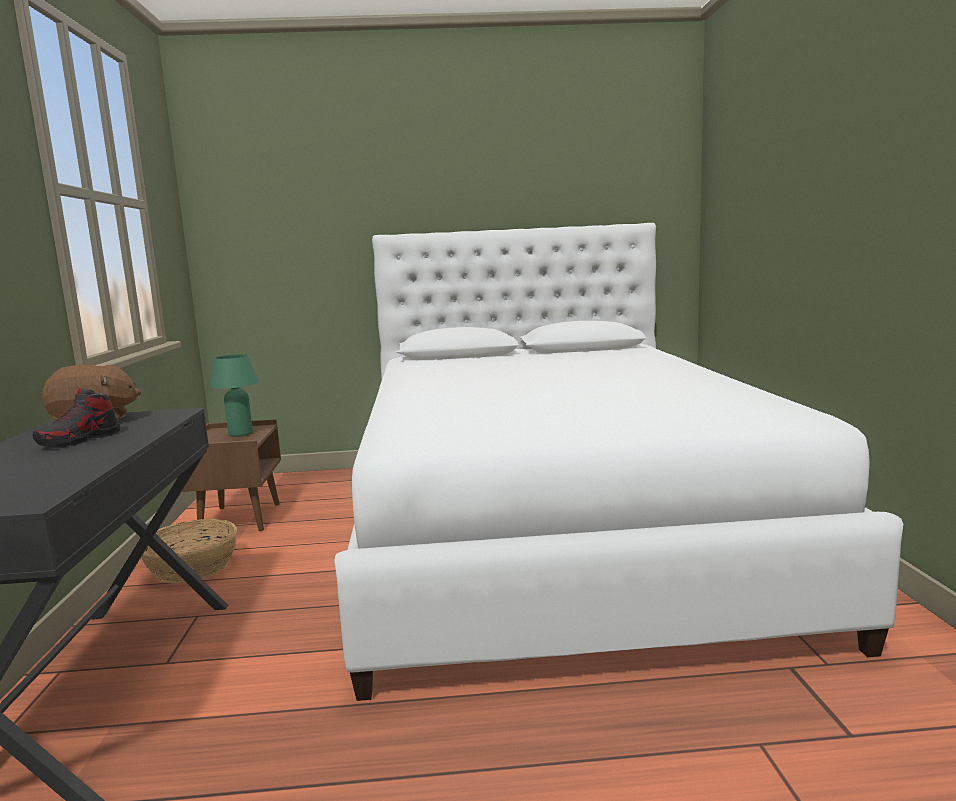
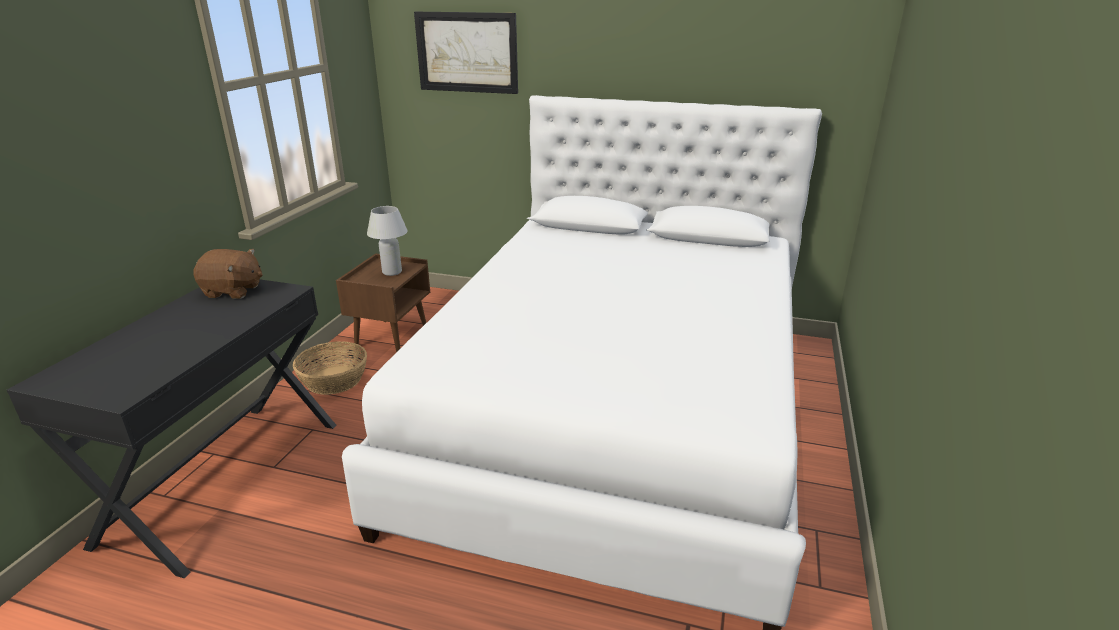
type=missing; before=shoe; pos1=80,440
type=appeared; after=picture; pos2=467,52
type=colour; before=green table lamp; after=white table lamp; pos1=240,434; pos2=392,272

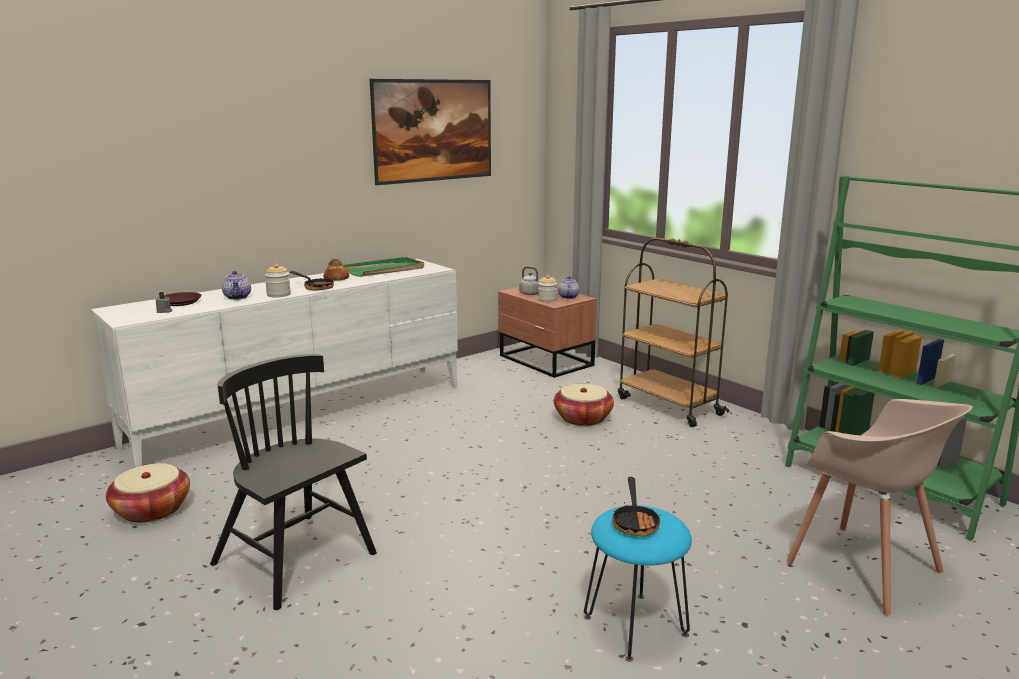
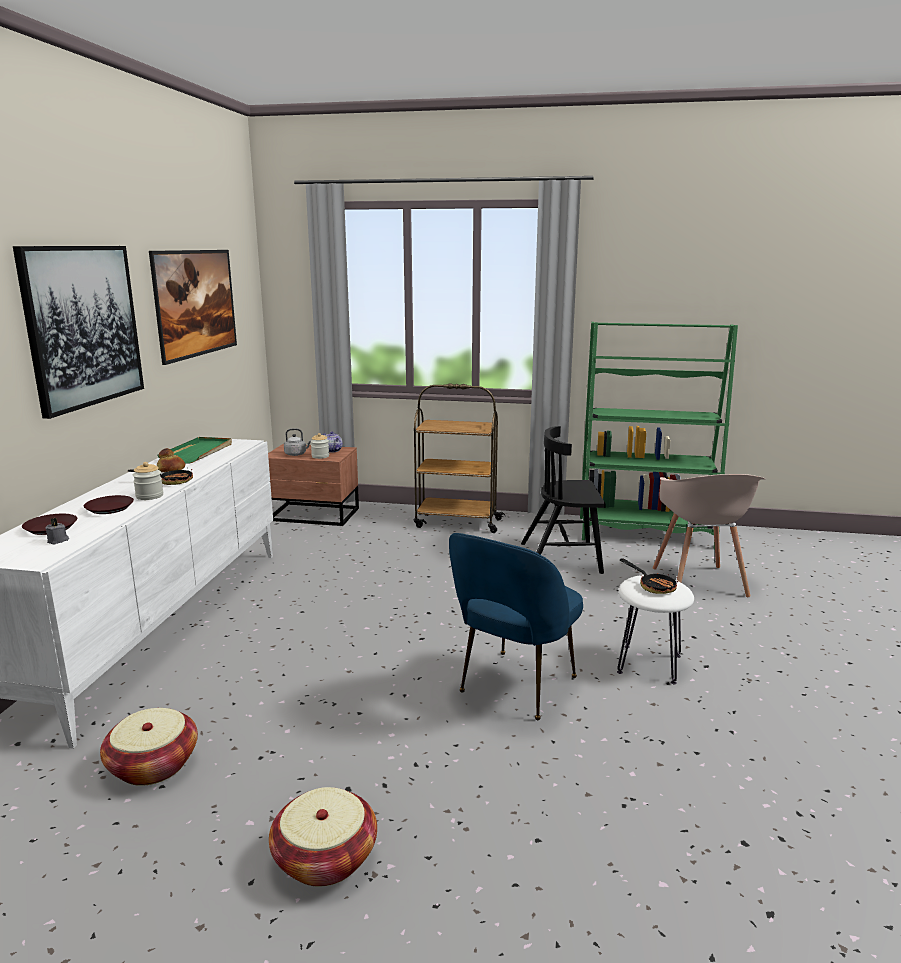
type=appeared; after=picture; pos2=83,326
type=appeared; after=blue chair; pos2=513,689
type=relocated; before=black chair; pos1=300,561; pos2=566,557
type=relocated; before=basket; pos1=583,418; pos2=325,858
type=exchanged; before=teapot; after=brown plate; pos1=238,297; pos2=109,508
type=colour; before=turquoise stool; after=white stool; pos1=635,626; pos2=649,664
type=spun; before=beige chair; pos1=865,569; pos2=698,583; turn=75

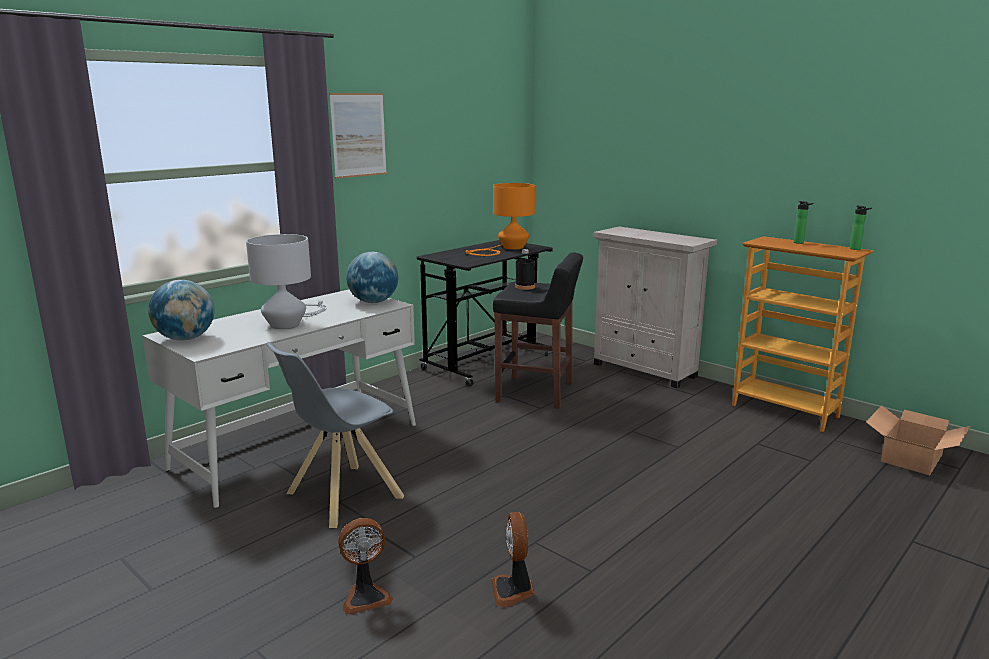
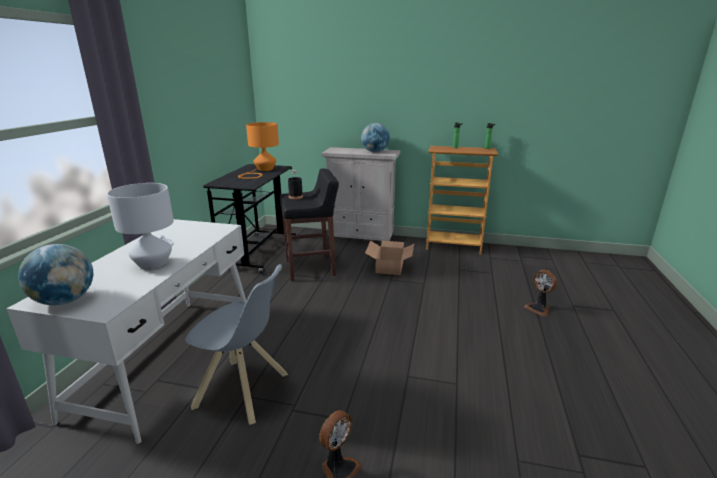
type=missing; before=picture; pos1=358,135
type=relocated; before=globe; pos1=373,302; pos2=375,152
type=relocated; before=fan; pos1=513,590; pos2=539,308
type=relocated; before=cardboard box; pos1=912,458; pos2=390,267
type=spun; before=grey chair; pos1=341,496; pos2=244,391; turn=-90

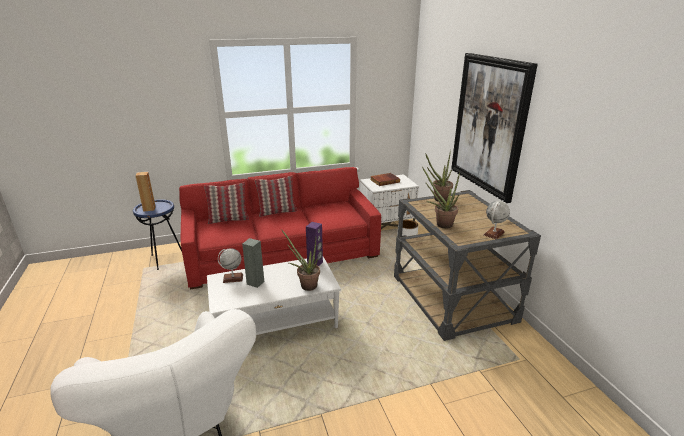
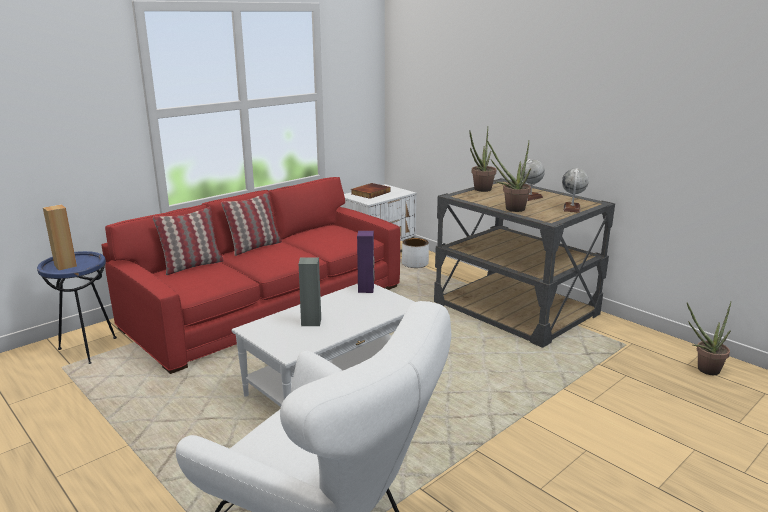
type=missing; before=picture; pos1=489,125
type=relocated; before=globe; pos1=233,278; pos2=529,197
type=relocated; before=potted plant; pos1=305,285; pos2=703,370

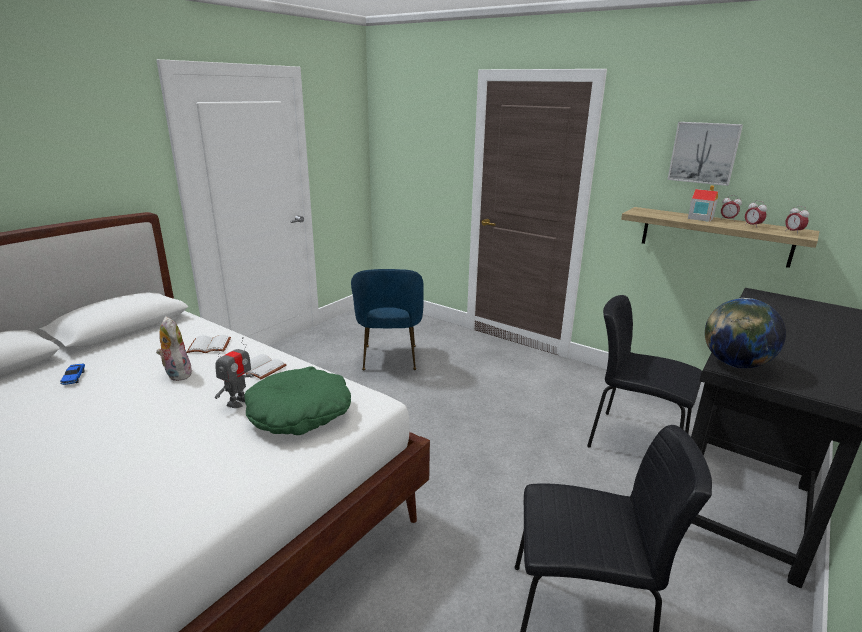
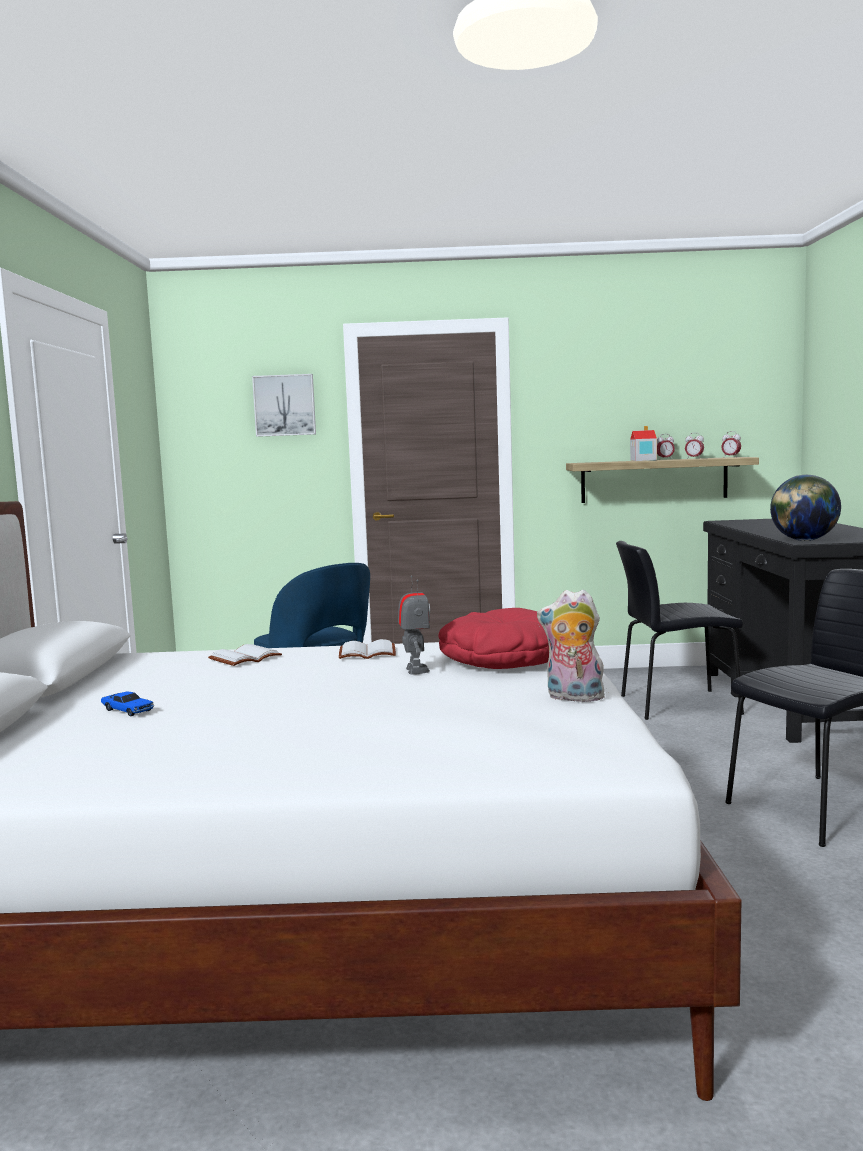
type=relocated; before=plush toy; pos1=176,374; pos2=573,698
type=relocated; before=picture; pos1=704,153; pos2=285,405
type=colour; before=green pillow; after=red pillow; pos1=298,413; pos2=501,659

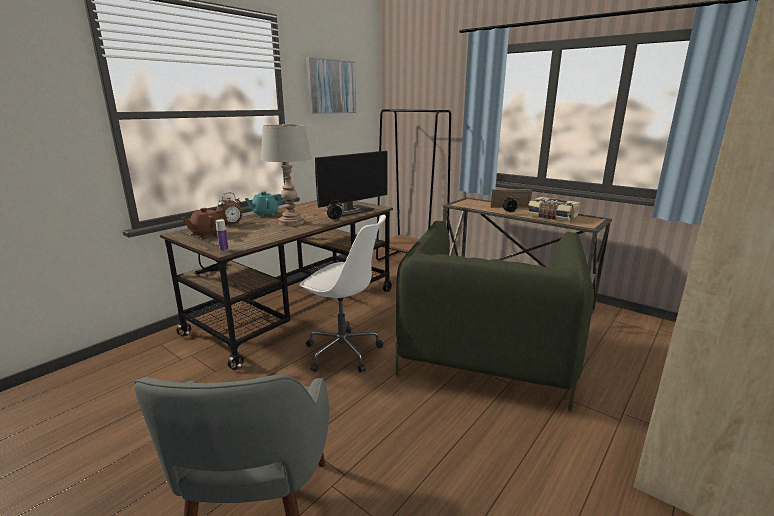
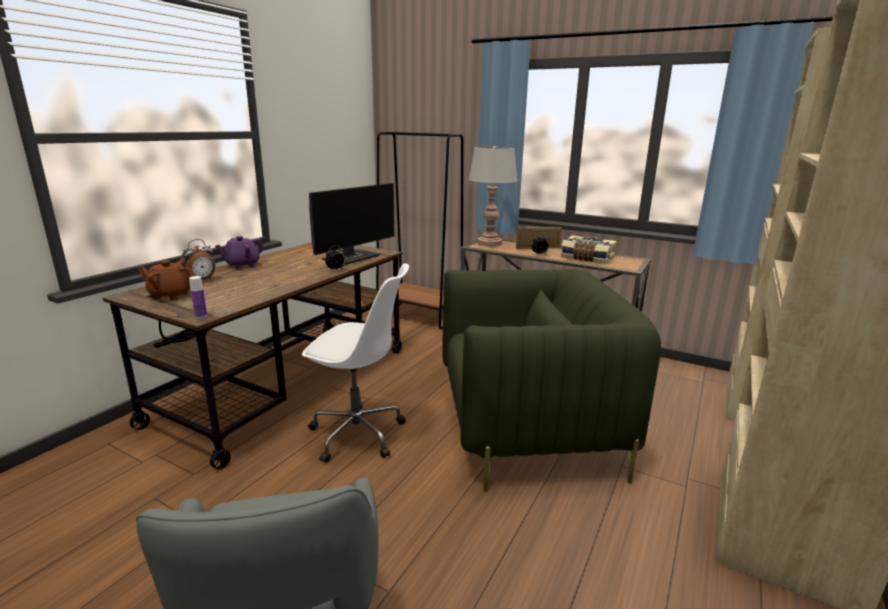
type=missing; before=picture; pos1=331,87
type=relocated; before=grey table lamp; pos1=291,223; pos2=489,243
type=colour; before=turquoise teapot; after=purple teapot; pos1=265,214; pos2=242,265
type=spun; before=brown teapot; pos1=207,234; pos2=171,295; turn=60
type=spun; before=green armchair; pos1=485,357; pos2=528,426; turn=-105

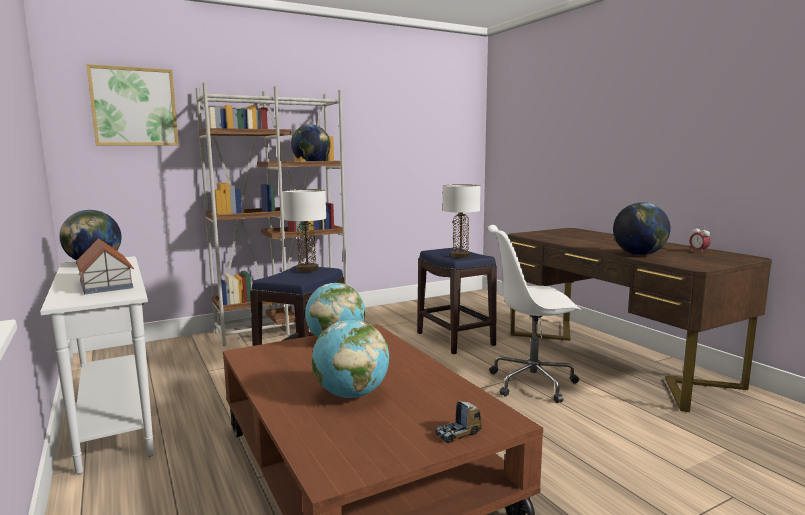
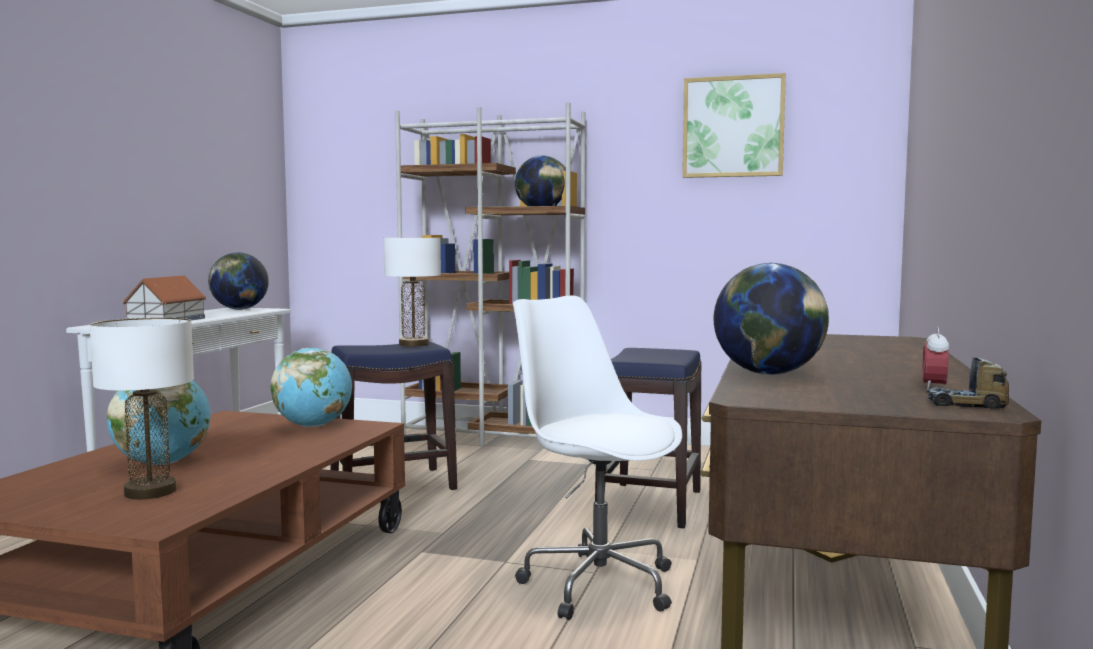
type=relocated; before=picture; pos1=134,107; pos2=733,127
type=relocated; before=toy truck; pos1=458,434; pos2=966,405
type=relocated; before=table lamp; pos1=460,256; pos2=150,491

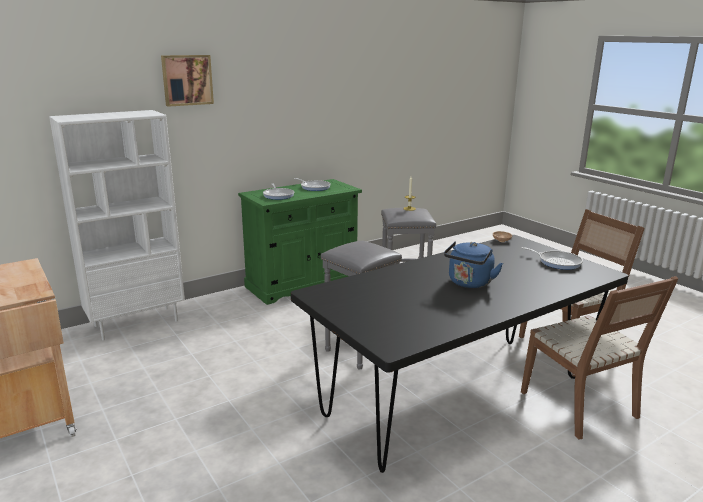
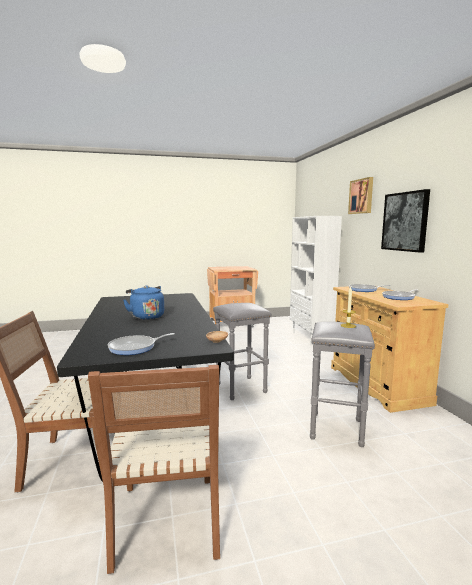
type=appeared; after=picture; pos2=405,221
type=colour; before=green cabinet; after=beige cabinet; pos1=302,283; pos2=377,384

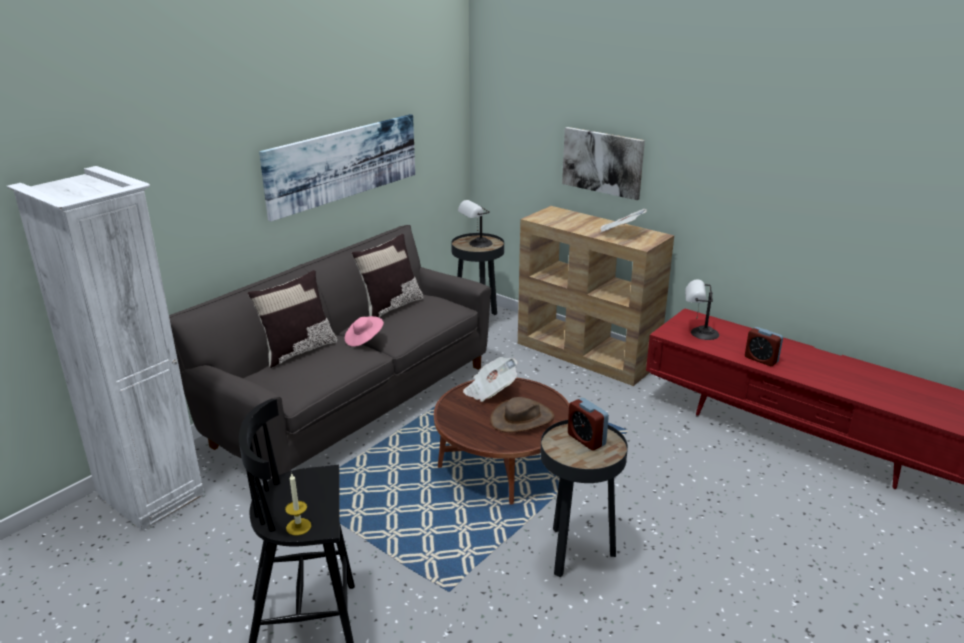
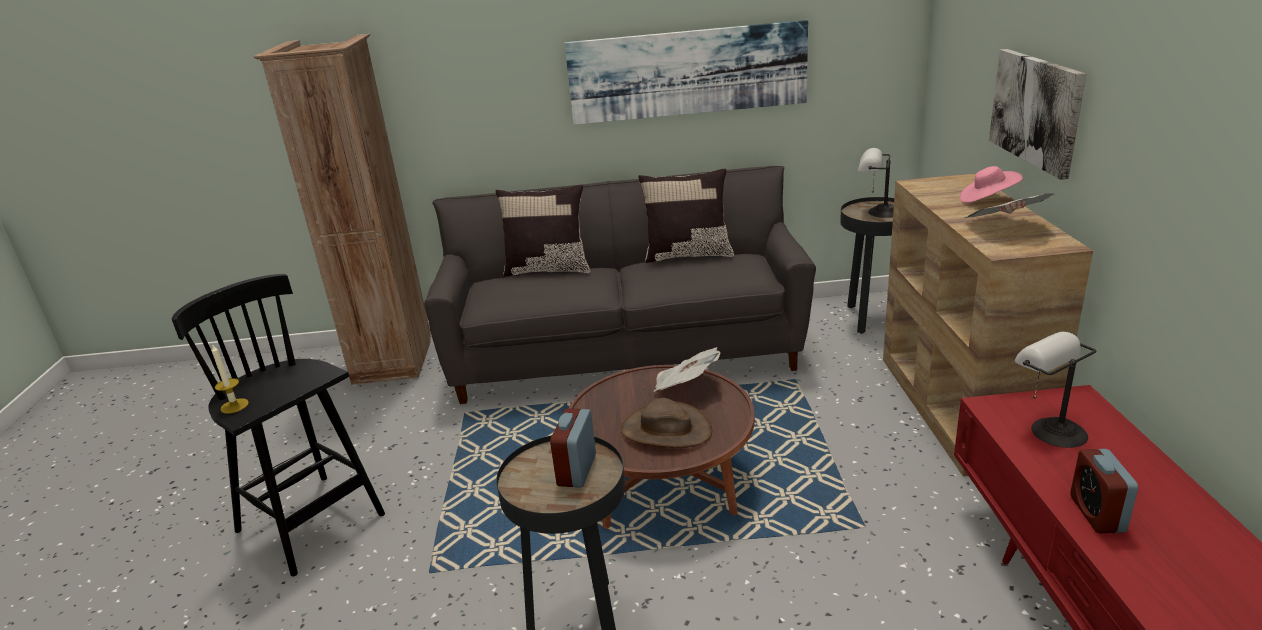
type=relocated; before=pink hat; pos1=364,339; pos2=987,200
type=colour; before=white cabinet; after=brown cabinet; pos1=152,495; pos2=394,361

